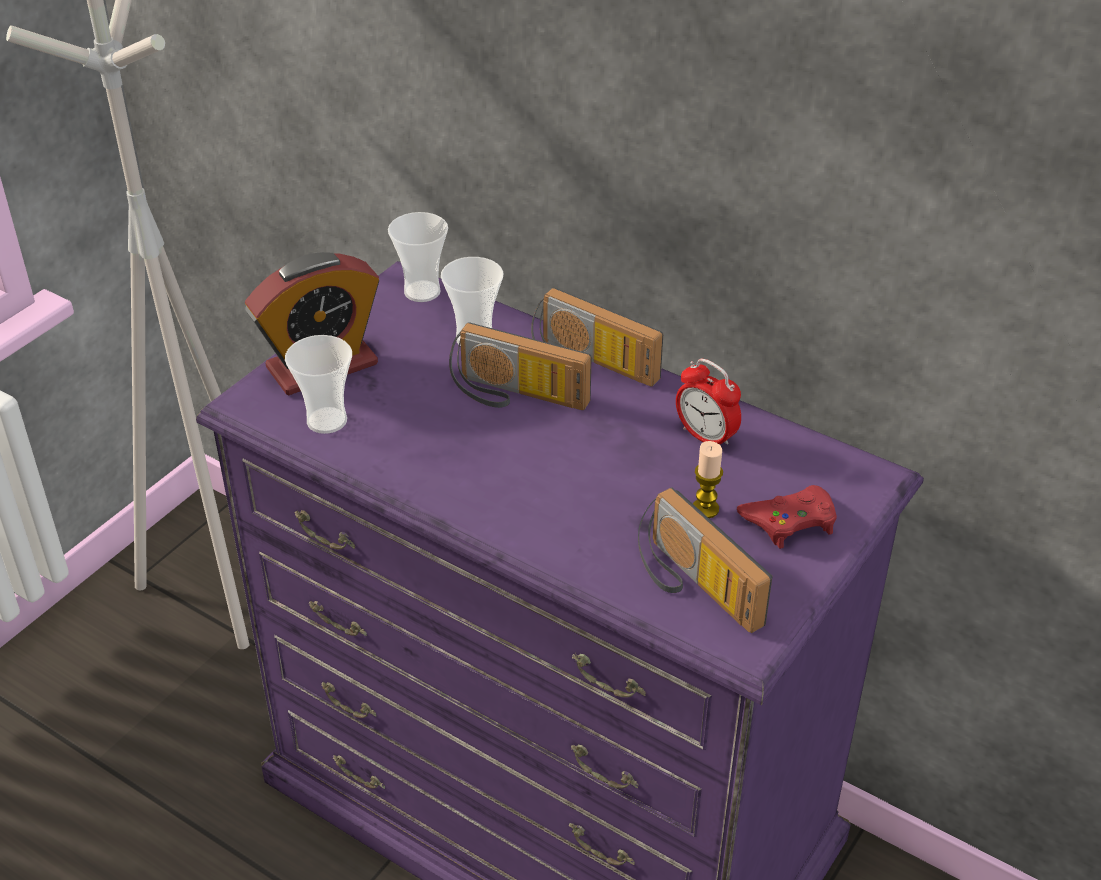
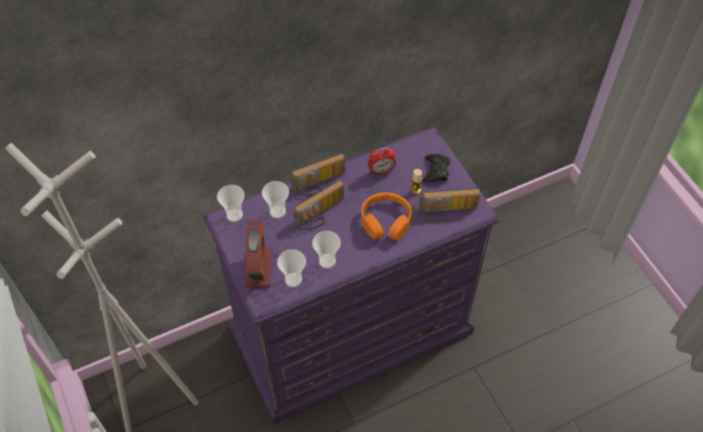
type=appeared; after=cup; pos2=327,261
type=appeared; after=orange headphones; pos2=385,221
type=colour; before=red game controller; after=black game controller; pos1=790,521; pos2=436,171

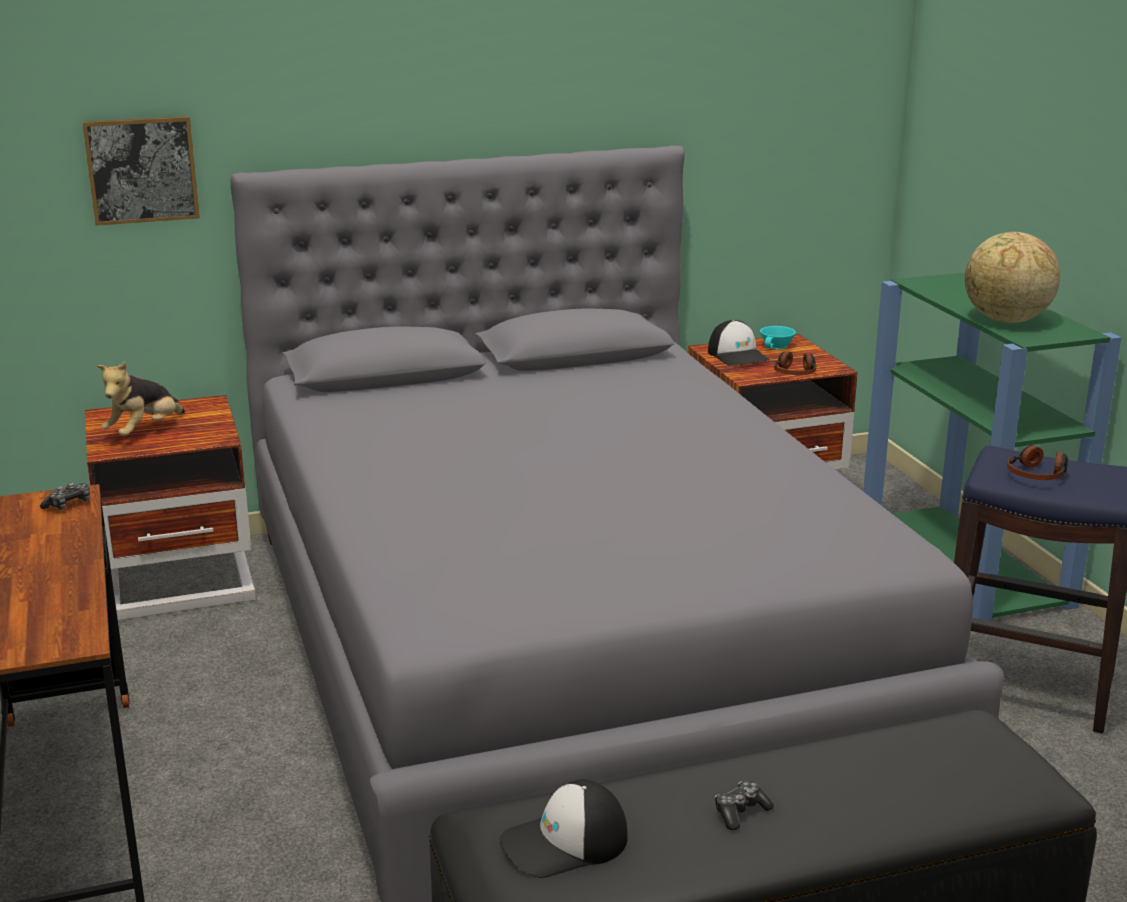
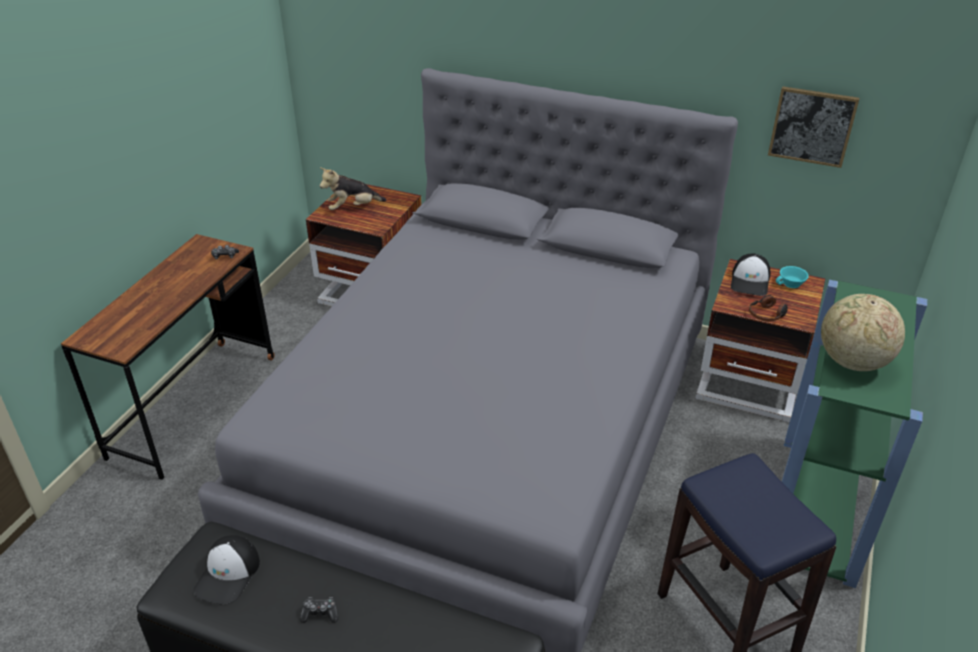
type=missing; before=headphones; pos1=1037,474
type=relocated; before=picture; pos1=142,170; pos2=812,126
type=spun; before=cap; pos1=564,843; pos2=228,575; turn=-90

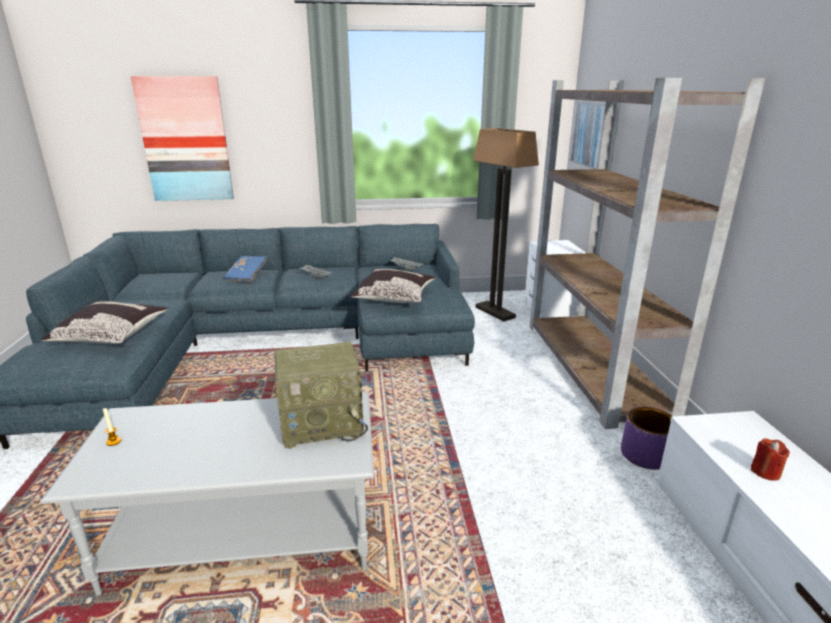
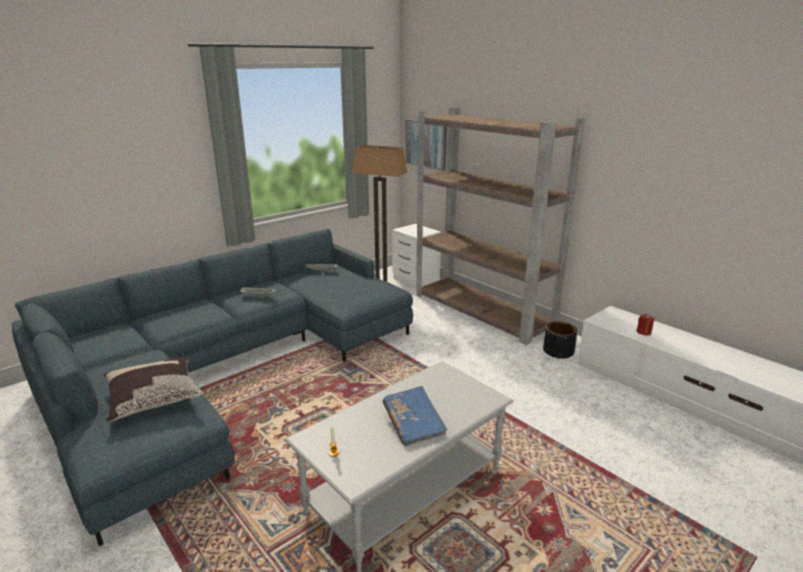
type=missing; before=picture; pos1=185,140
type=missing; before=radio; pos1=323,423
type=missing; before=pillow; pos1=395,297
type=relocated; before=blue book; pos1=247,276; pos2=413,424
type=colour; before=purple planter; after=black planter; pos1=646,455; pos2=558,351

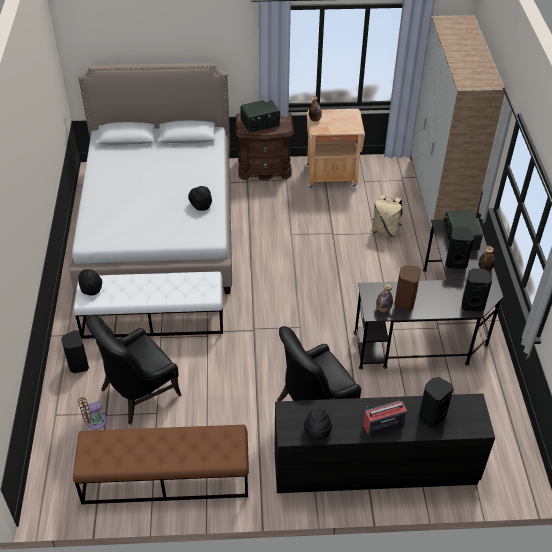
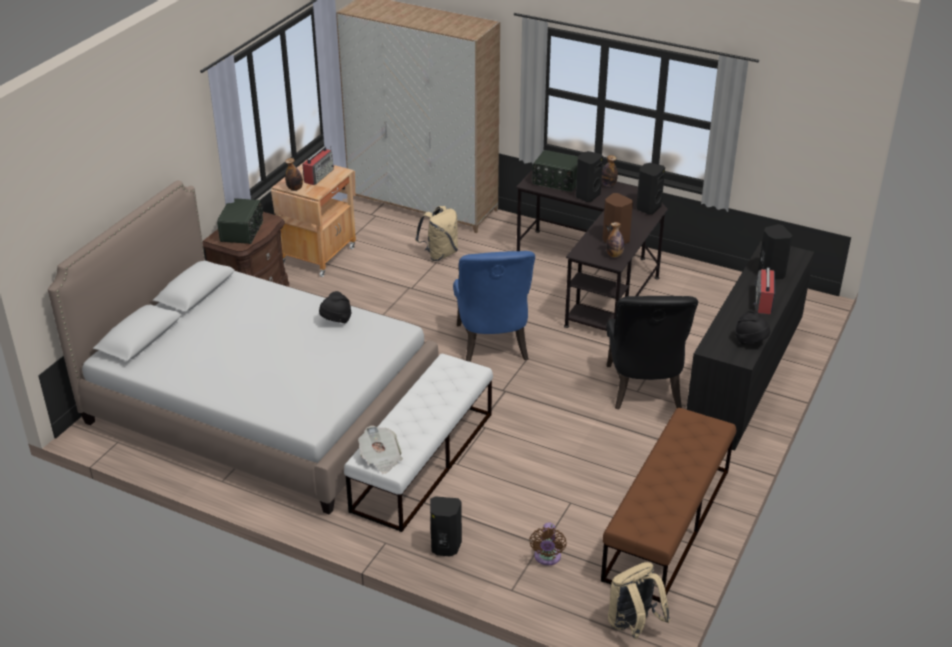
type=missing; before=black chair; pos1=139,392
type=appeared; after=radio; pos2=319,175
type=appeared; after=blue chair; pos2=493,343
type=appeared; after=beige backpack; pos2=633,625
type=exchanged; before=black hat; after=newspaper; pos1=91,289; pos2=381,458

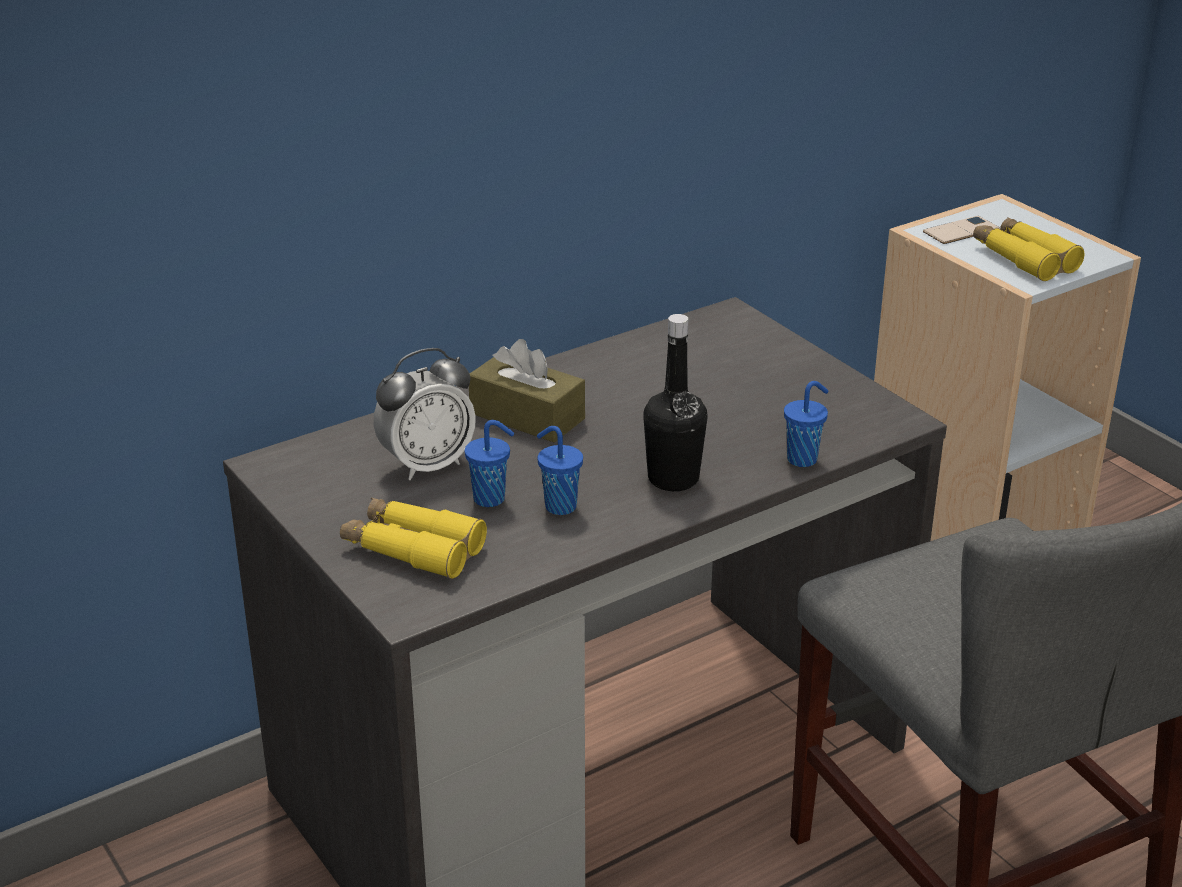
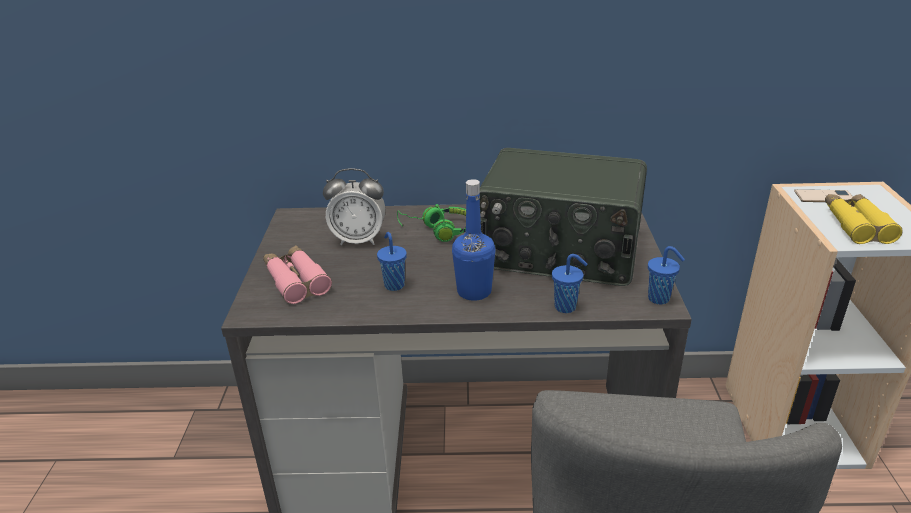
type=appeared; after=radio; pos2=558,252
type=relocated; before=blue cup; pos1=491,499; pos2=660,299
type=exchanged; before=brown tissue box; after=green headphones; pos1=527,416; pos2=439,231
type=colour; before=yellow binoculars; after=pink binoculars; pos1=412,549; pos2=296,281
type=colour; before=black bottle; after=blue bottle; pos1=673,479; pos2=474,291

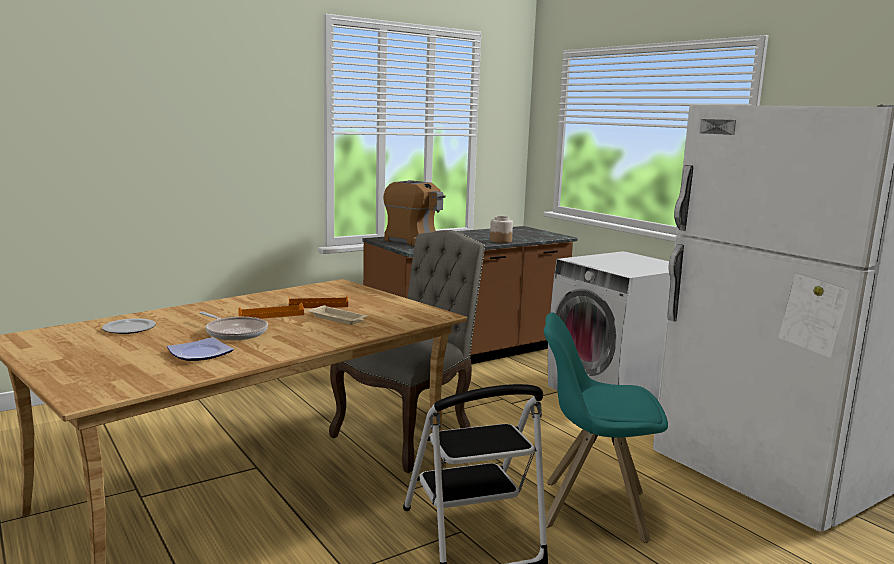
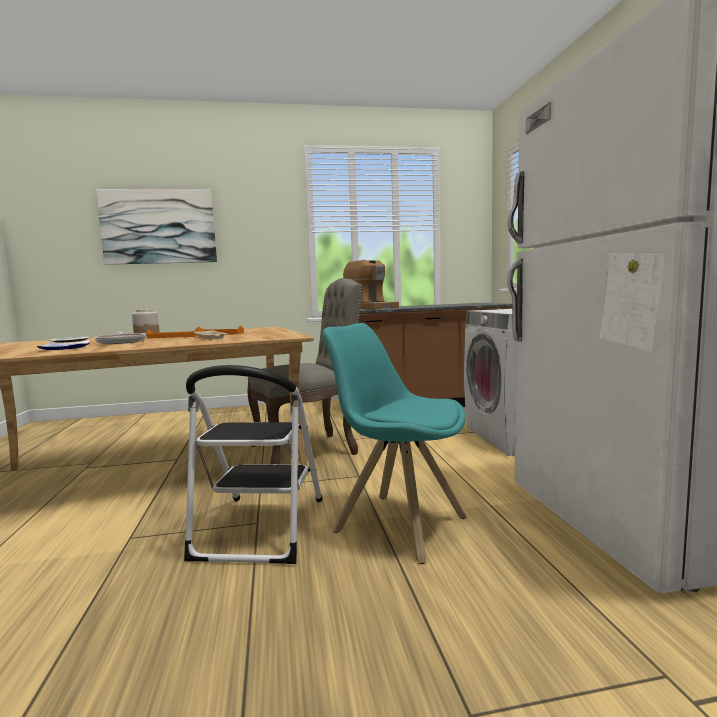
type=appeared; after=picture; pos2=159,227
type=relocated; before=jar; pos1=500,241; pos2=147,334

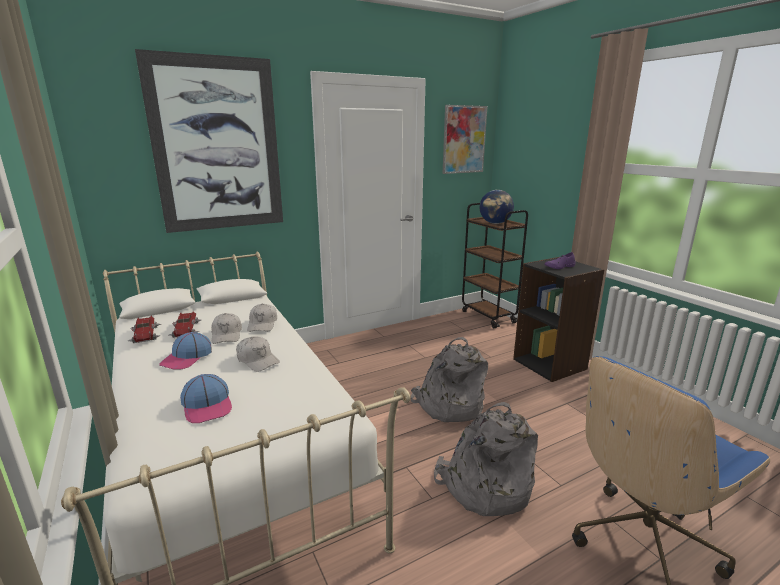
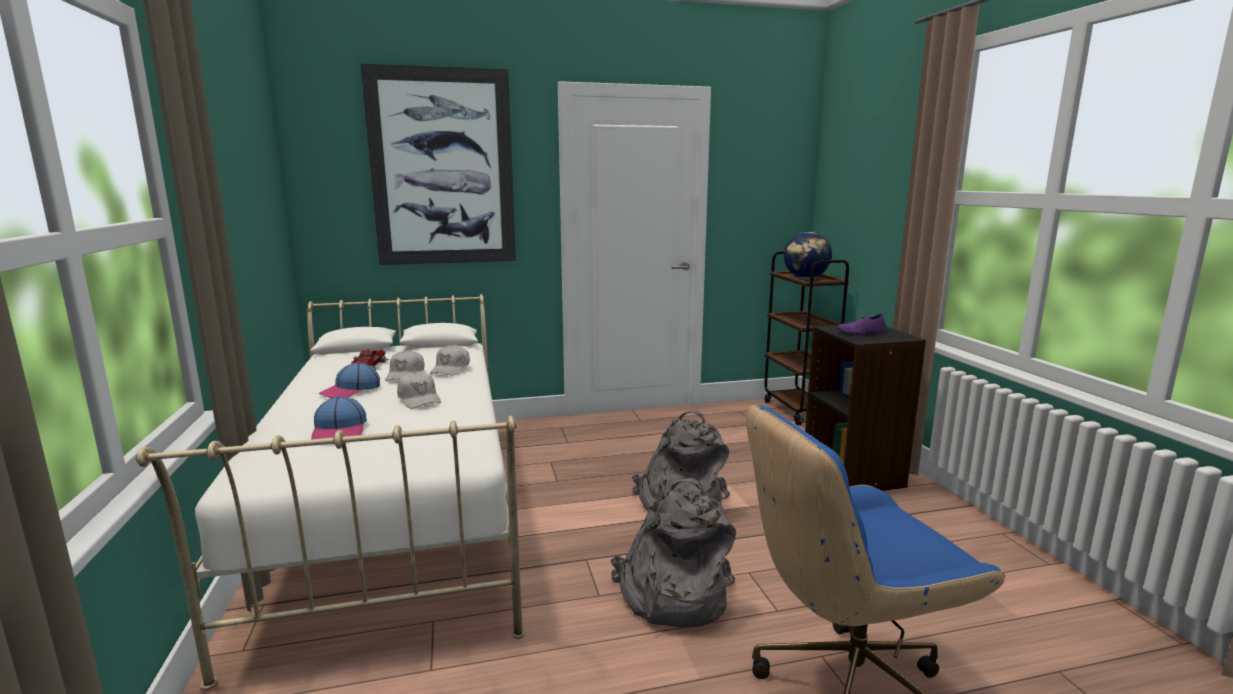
type=missing; before=toy car; pos1=146,334
type=missing; before=picture; pos1=464,139

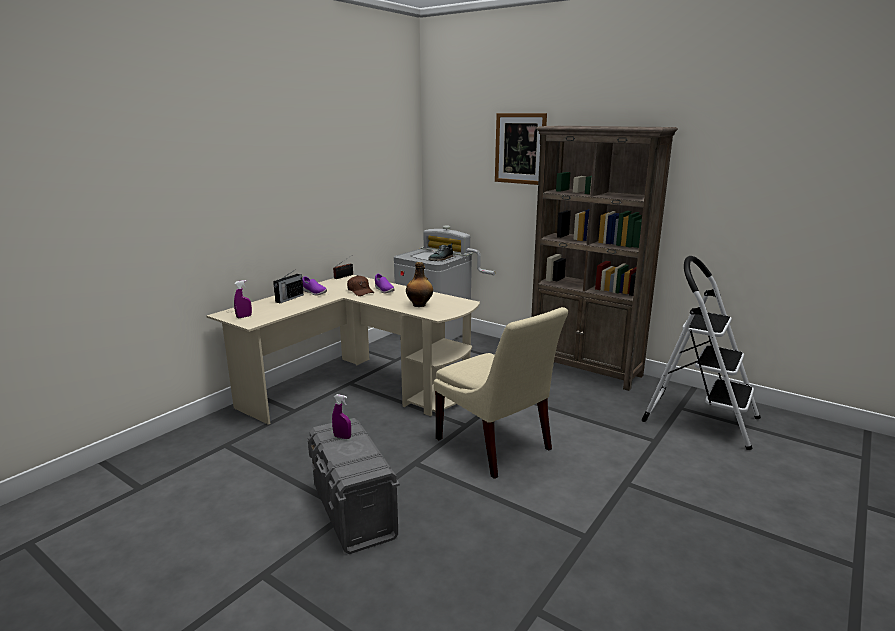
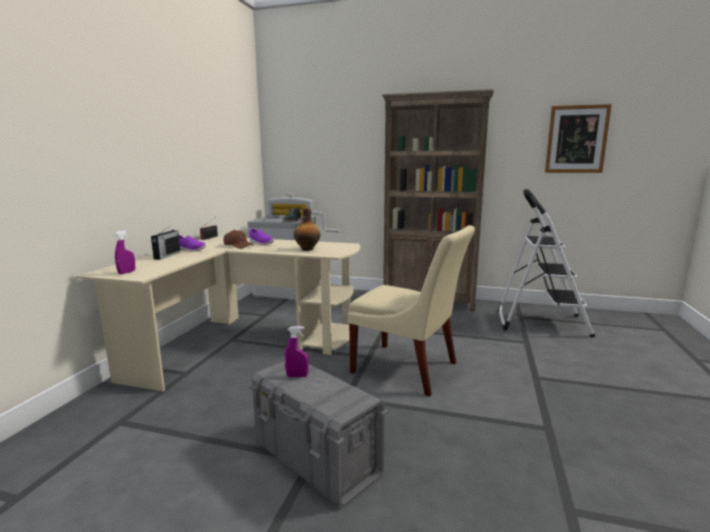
type=relocated; before=picture; pos1=520,148; pos2=576,139

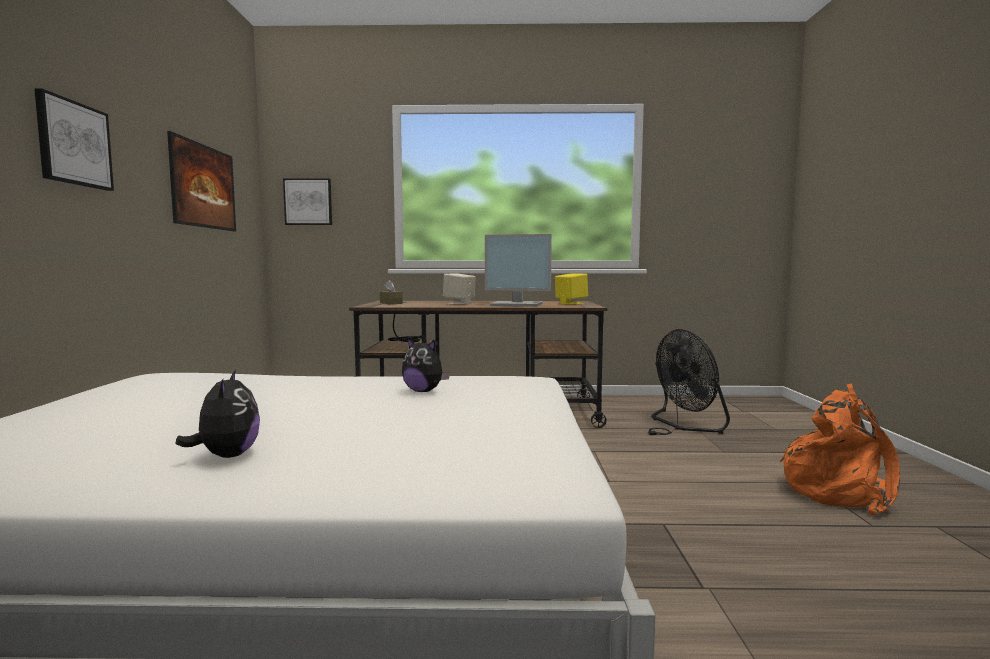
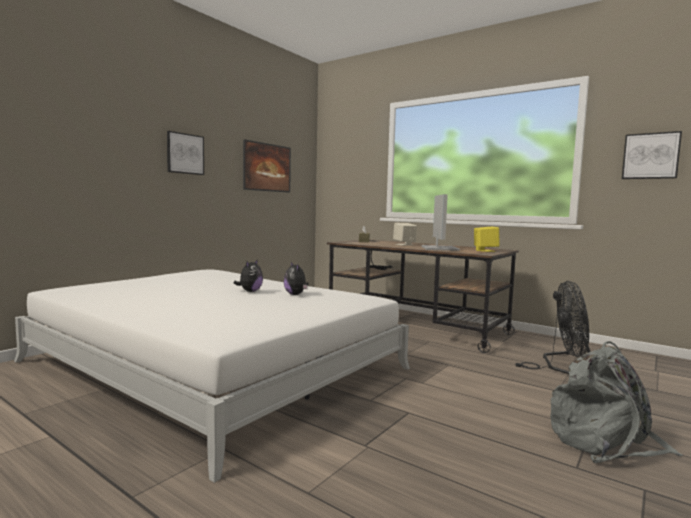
type=relocated; before=plush toy; pos1=227,456; pos2=250,291
type=relocated; before=picture; pos1=308,202; pos2=650,156
type=colour; before=orange backpack; after=grey backpack; pos1=839,491; pos2=605,442
type=spun; before=monitor; pos1=518,304; pos2=439,248; turn=-135

